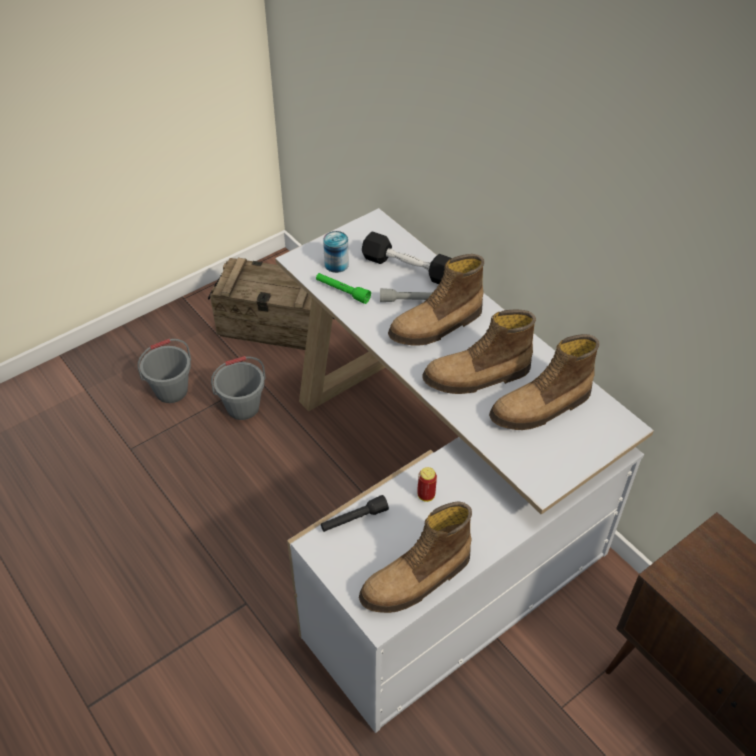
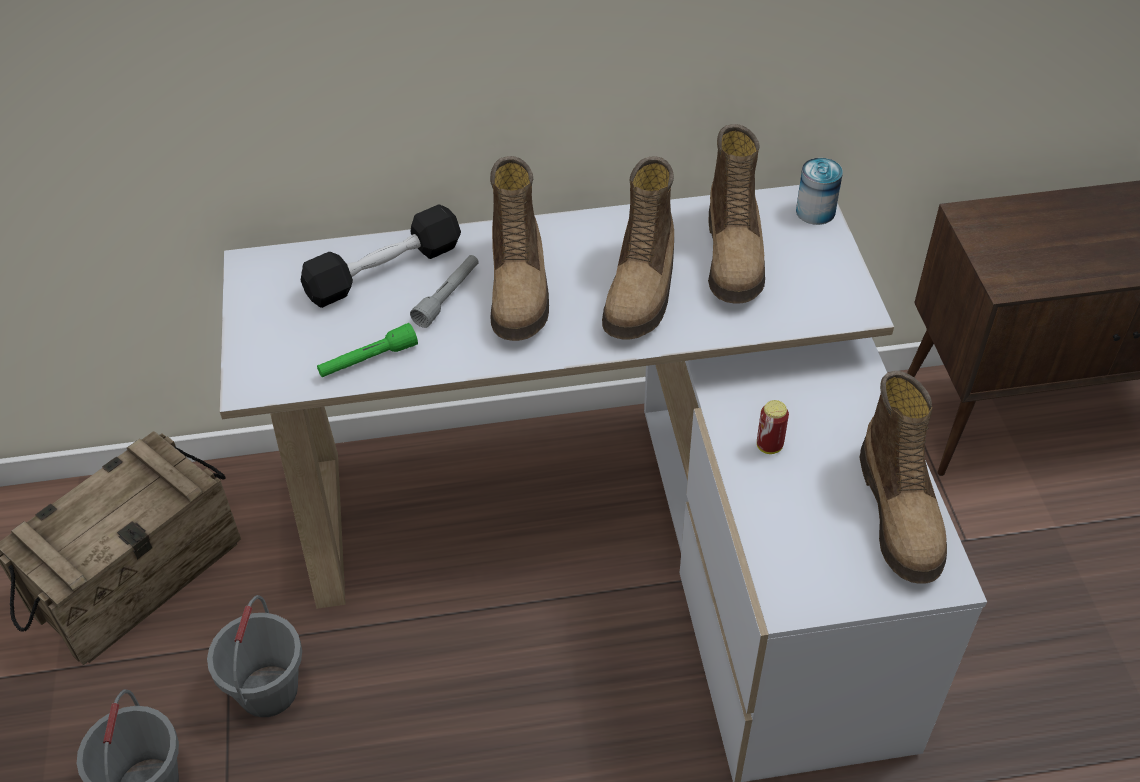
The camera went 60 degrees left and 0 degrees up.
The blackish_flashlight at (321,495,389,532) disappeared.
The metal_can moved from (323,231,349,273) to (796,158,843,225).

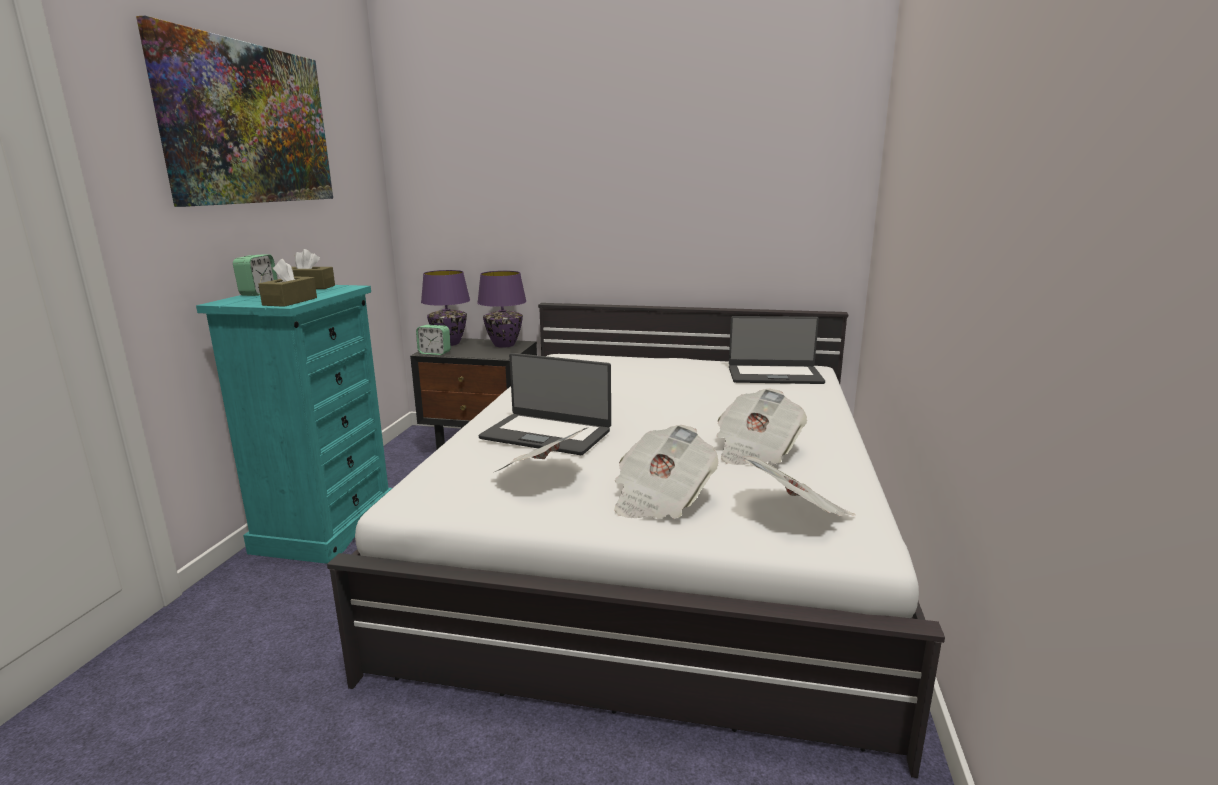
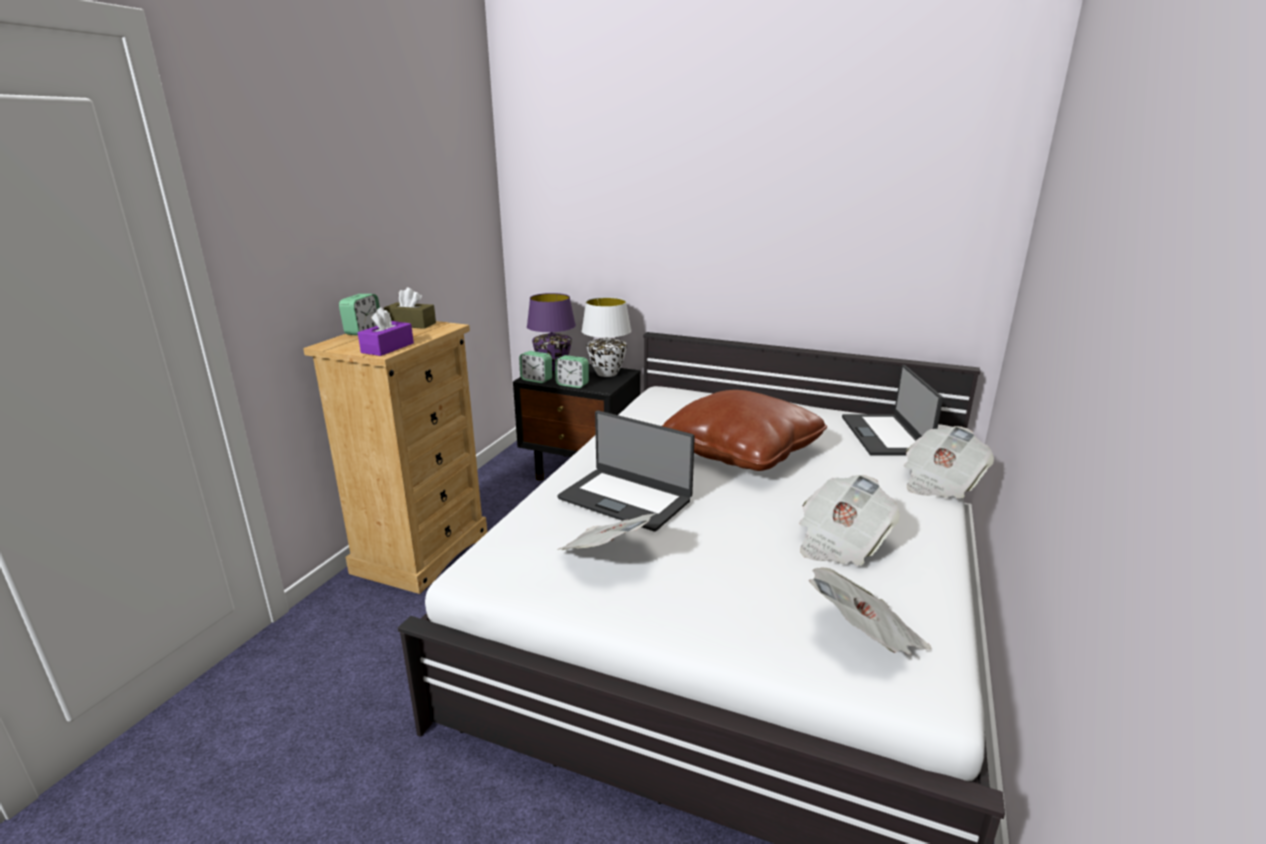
The camera went 10 degrees right and 5 degrees up.
The picture at (136,16,333,207) disappeared.
The bedside_clock at (555,355,589,388) appeared.
The brownish_pillow at (662,390,827,471) appeared.
The newspaper moved from (614,425,719,519) to (904,426,994,499).
The blue-green_drawer_chest at (196,285,392,564) became the beige_drawer_chest at (303,321,487,594).
The brownish_tissue_holder at (258,259,317,307) became the purple_tissue_holder at (358,307,414,356).
The purple_tabletop_lamp at (477,271,527,348) became the white_tabletop_lamp at (581,297,631,377).
The laptop at (729,316,825,384) turned 75 degrees clockwise.

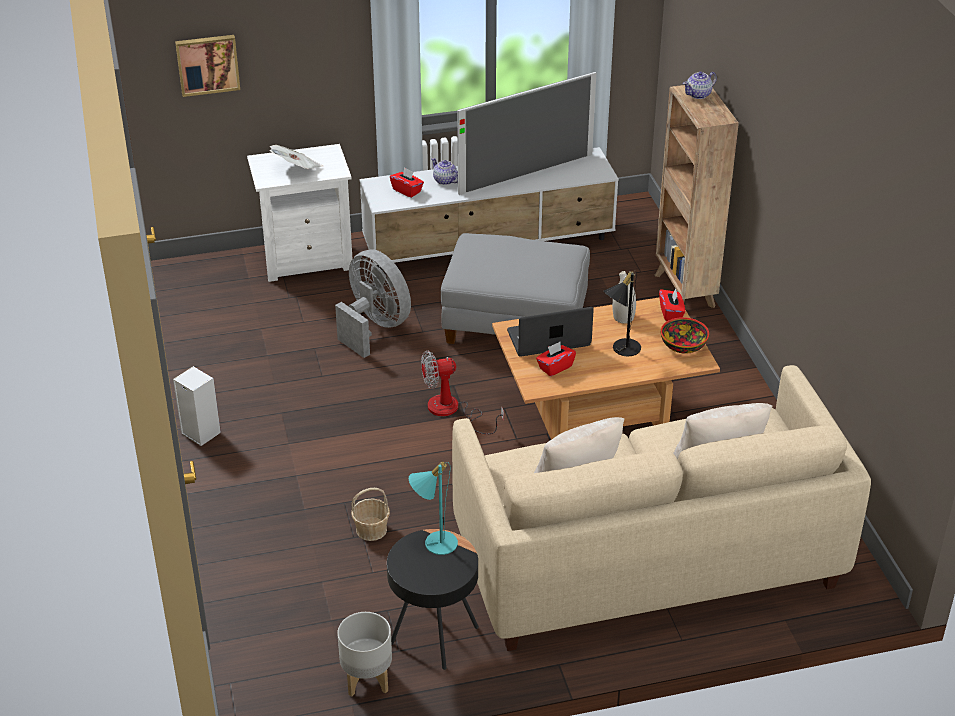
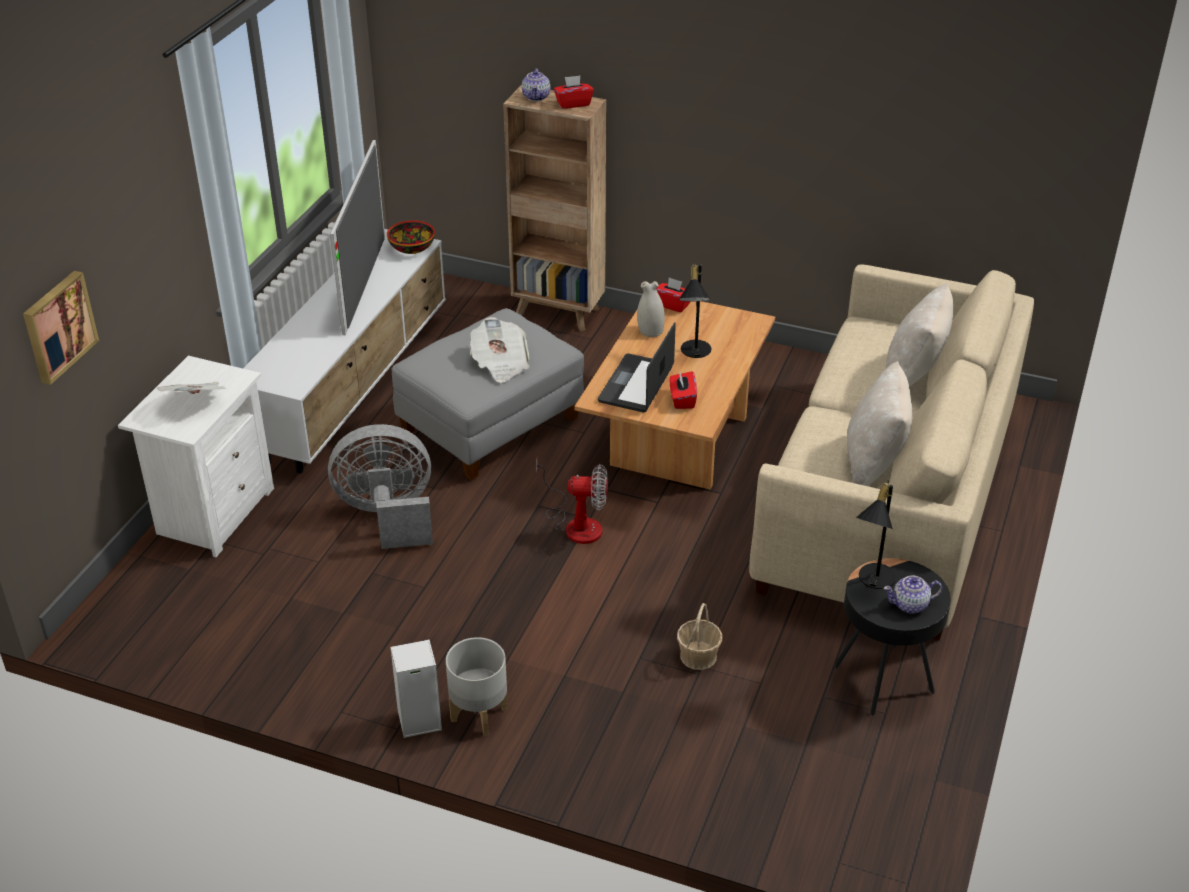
The camera went 55 degrees left and 0 degrees up.
The newspaper at (470,317,530,383) appeared.
The grey_flower_pot moved from (337,612,392,697) to (446,637,508,736).
The red_tissue_holder moved from (390,167,424,198) to (554,75,594,109).
The tea_pot moved from (431,158,458,185) to (884,575,942,614).
The bowl moved from (661,317,709,354) to (387,220,435,254).
The blue-green_tabletop_lamp at (409,461,458,555) became the blackish_tabletop_lamp at (856,480,896,589).
The cooling_fan at (421,350,504,434) turned 105 degrees counterclockwise.

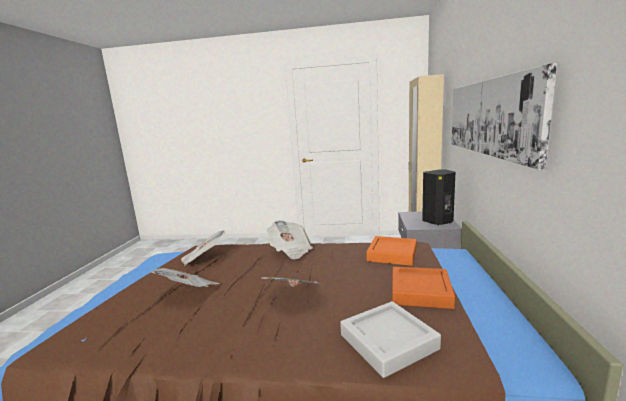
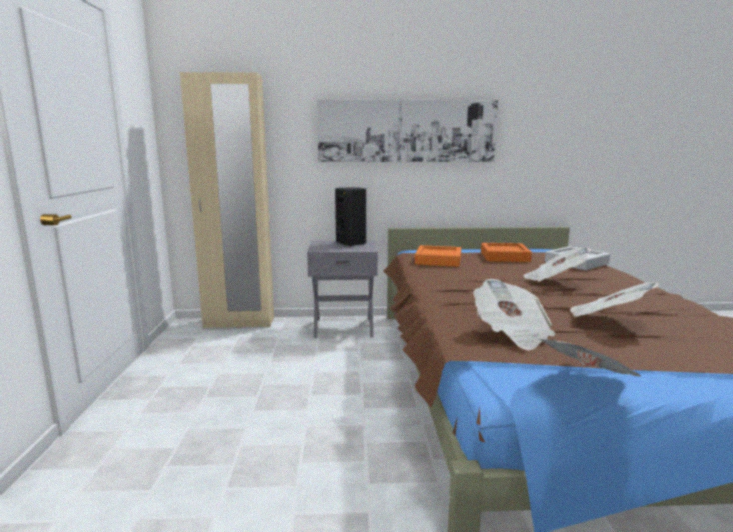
The camera went 100 degrees left and 0 degrees up.
The newspaper moved from (266,220,313,260) to (536,338,641,377).

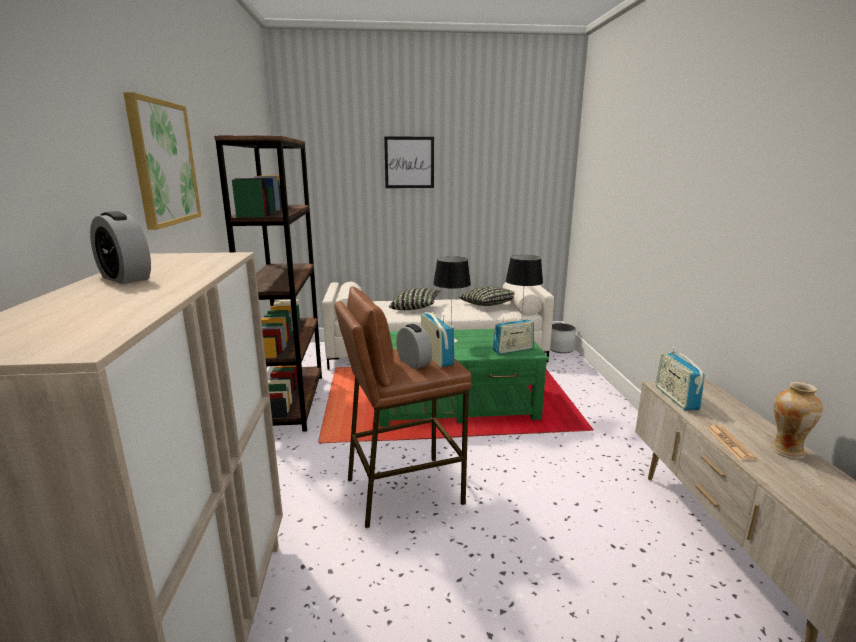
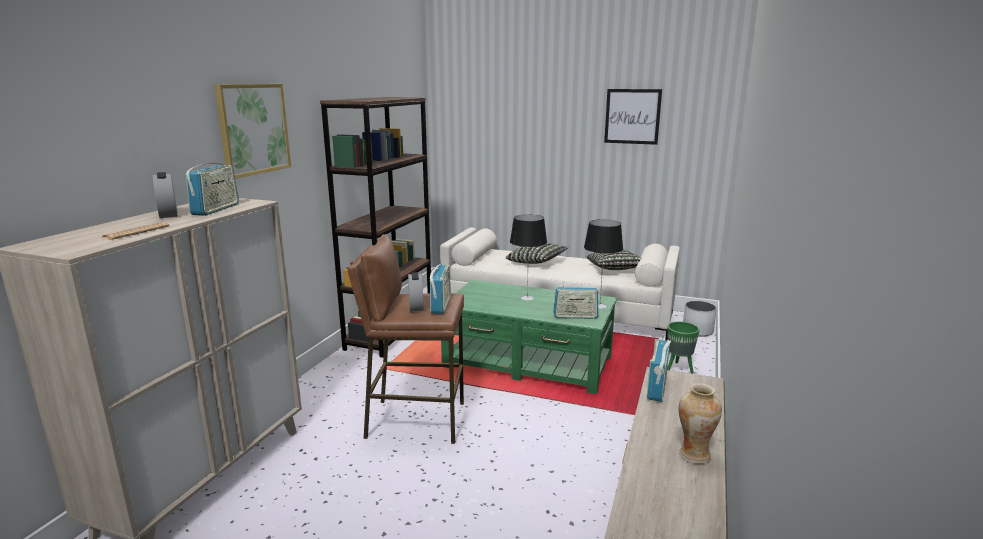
The camera went 25 degrees right and 0 degrees up.
The radio_set at (186,161,239,216) appeared.
The green_flower_pot at (667,322,700,374) appeared.
The picture moved from (384,136,434,188) to (604,89,662,145).
The newspaper moved from (707,425,757,460) to (102,222,170,240).

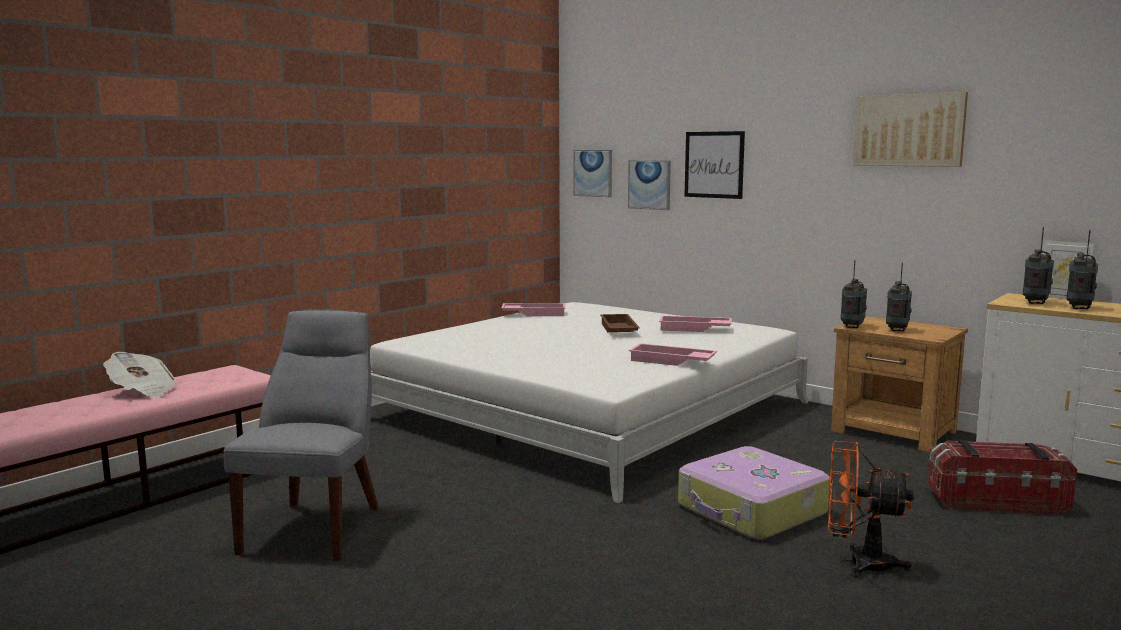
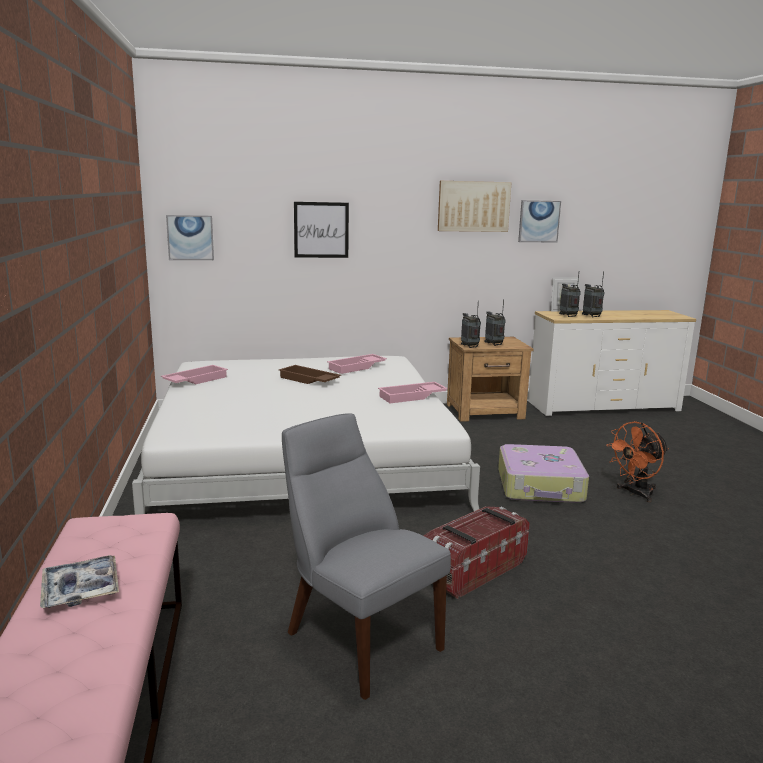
The camera went 50 degrees left and 5 degrees up.
The picture moved from (628,160,671,210) to (518,200,561,243).
The storage_bin moved from (927,440,1077,515) to (423,507,530,599).
The newspaper at (103,352,178,398) was replaced by the tray at (40,555,119,608).

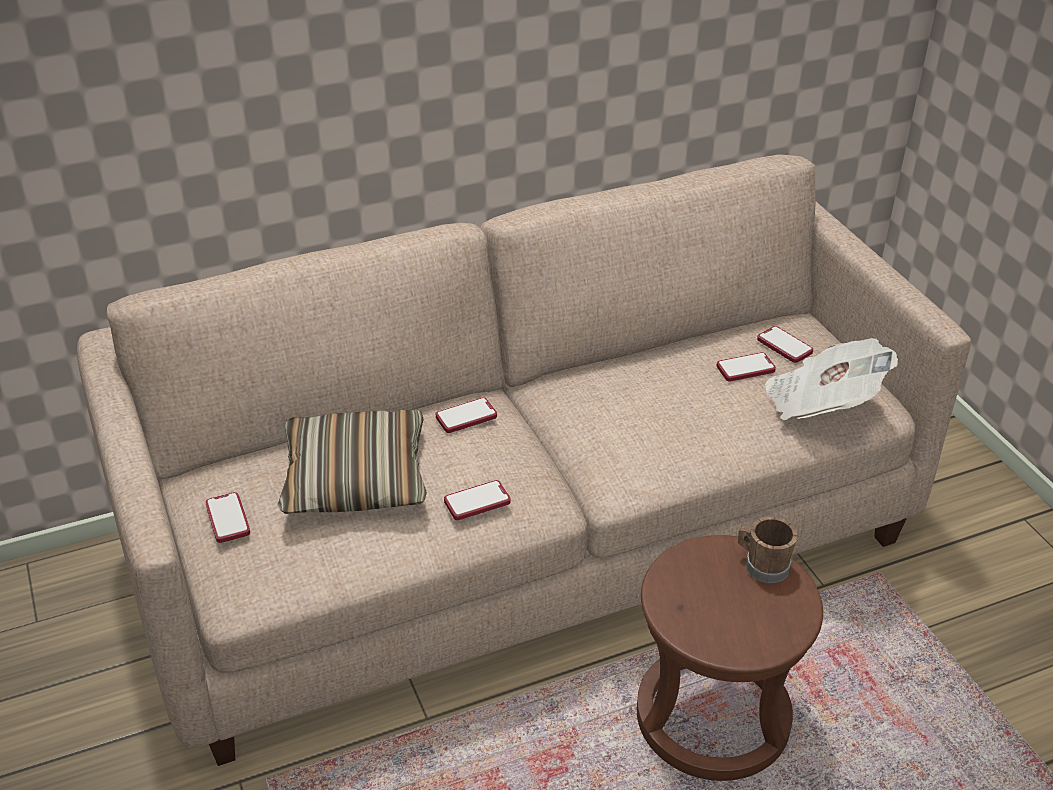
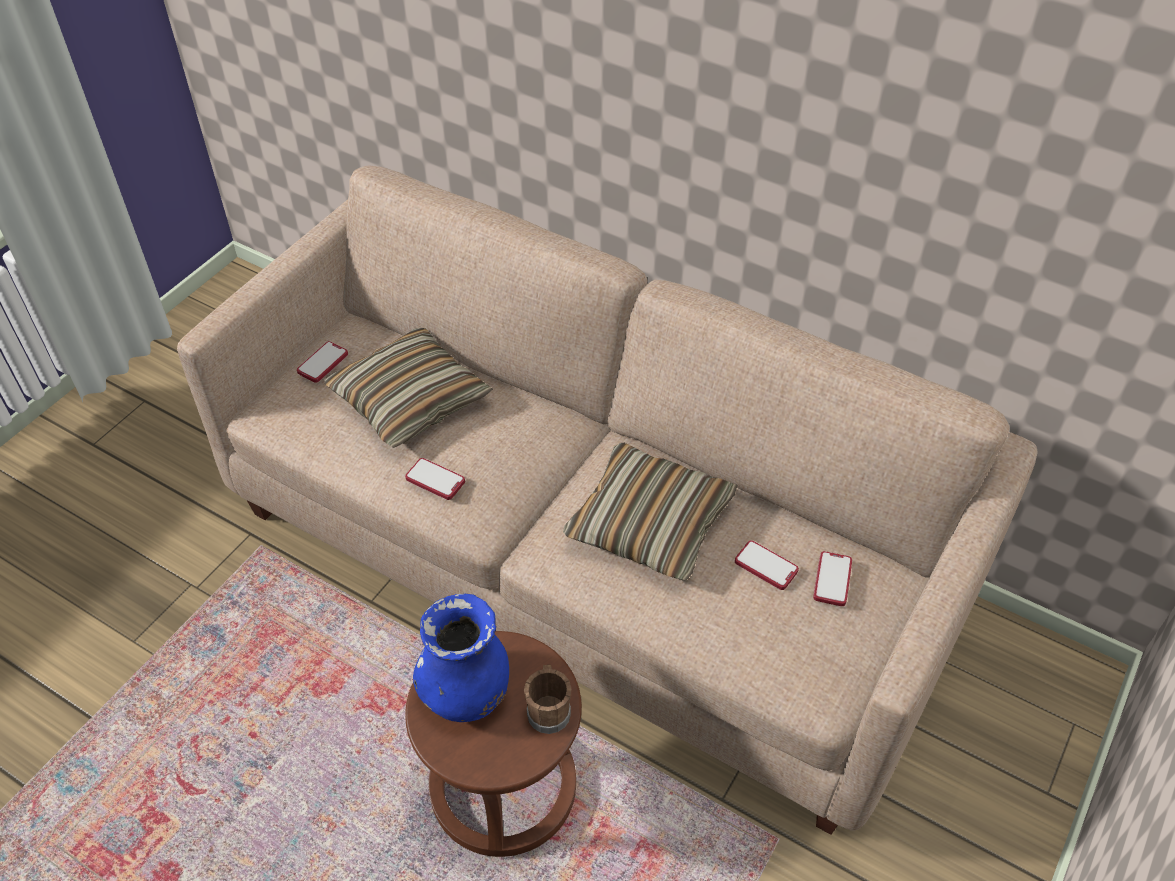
The camera went 55 degrees right and 10 degrees up.
The phone at (436,397,497,433) disappeared.
The newspaper at (765,338,898,420) disappeared.
The blue-coloured_flower_vase at (413,594,509,722) appeared.
The pillow at (563,443,738,580) appeared.

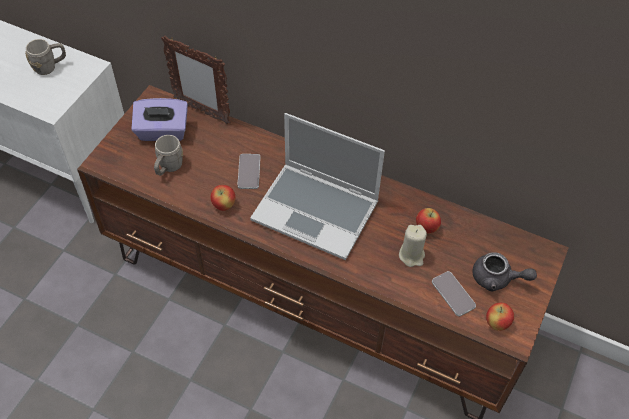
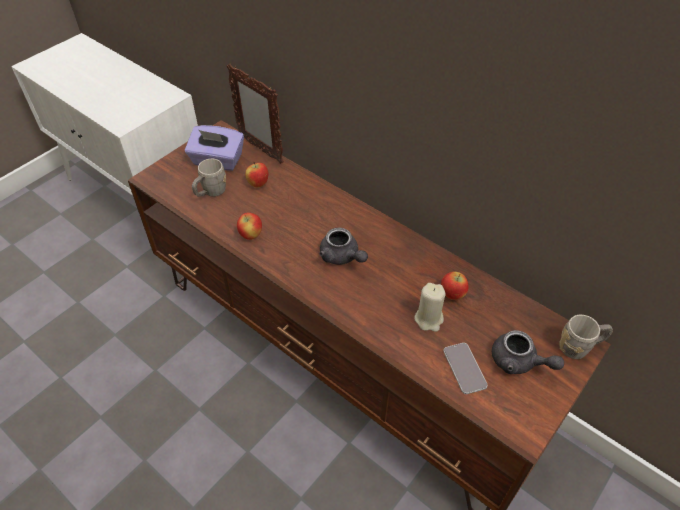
The camera went 15 degrees right and 5 degrees down.
The phone at (238,154,260,189) disappeared.
The grey_tea_mug moved from (25,39,66,75) to (559,315,613,359).
The whole_apple moved from (486,303,514,331) to (245,162,269,188).
The laptop at (250,113,385,260) was replaced by the grey_tea_pot at (319,228,368,265).

